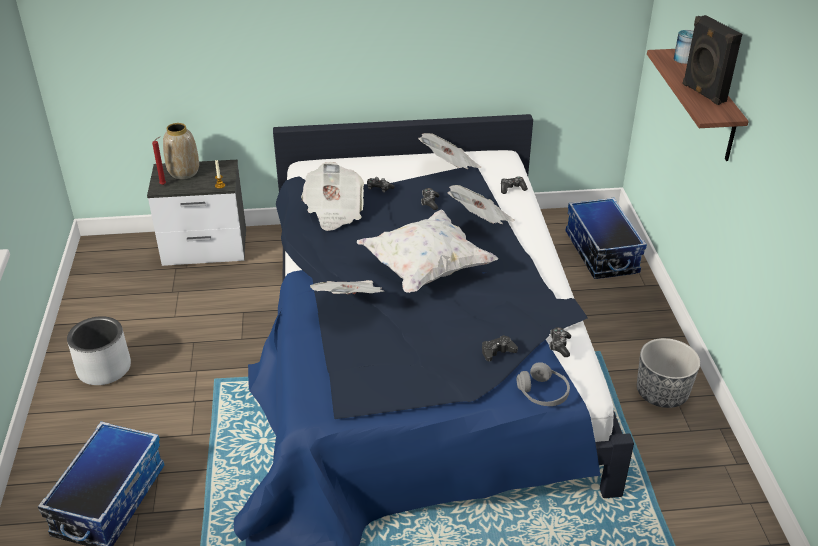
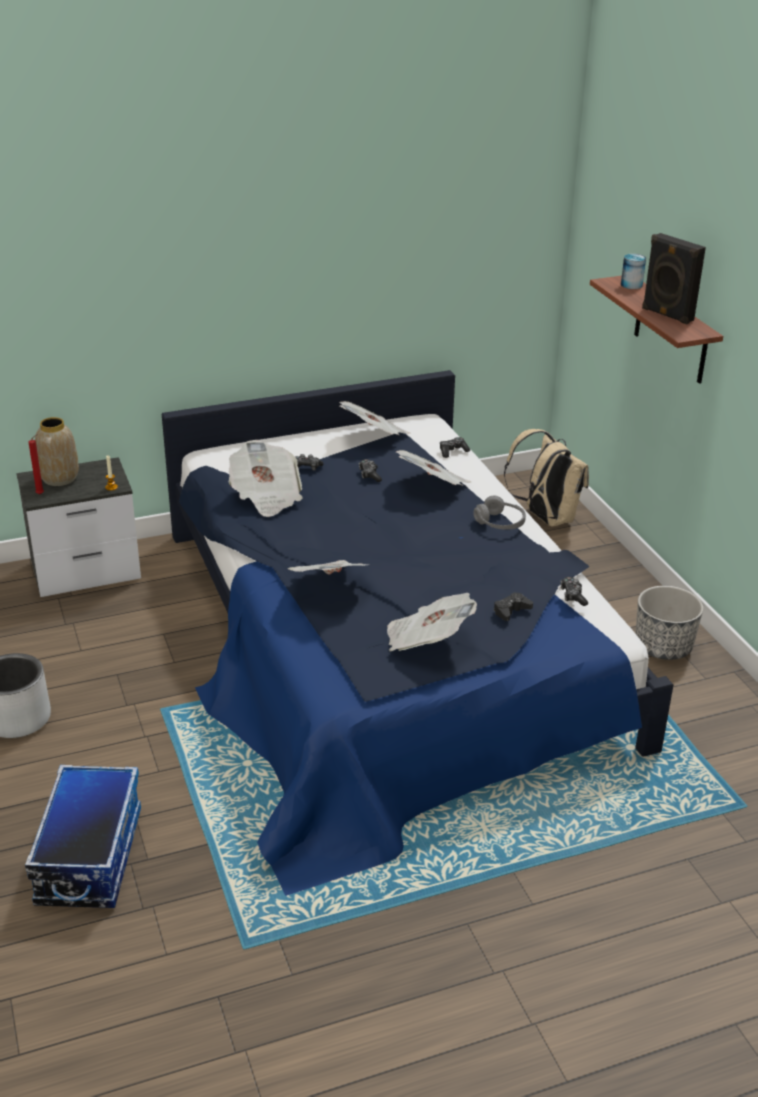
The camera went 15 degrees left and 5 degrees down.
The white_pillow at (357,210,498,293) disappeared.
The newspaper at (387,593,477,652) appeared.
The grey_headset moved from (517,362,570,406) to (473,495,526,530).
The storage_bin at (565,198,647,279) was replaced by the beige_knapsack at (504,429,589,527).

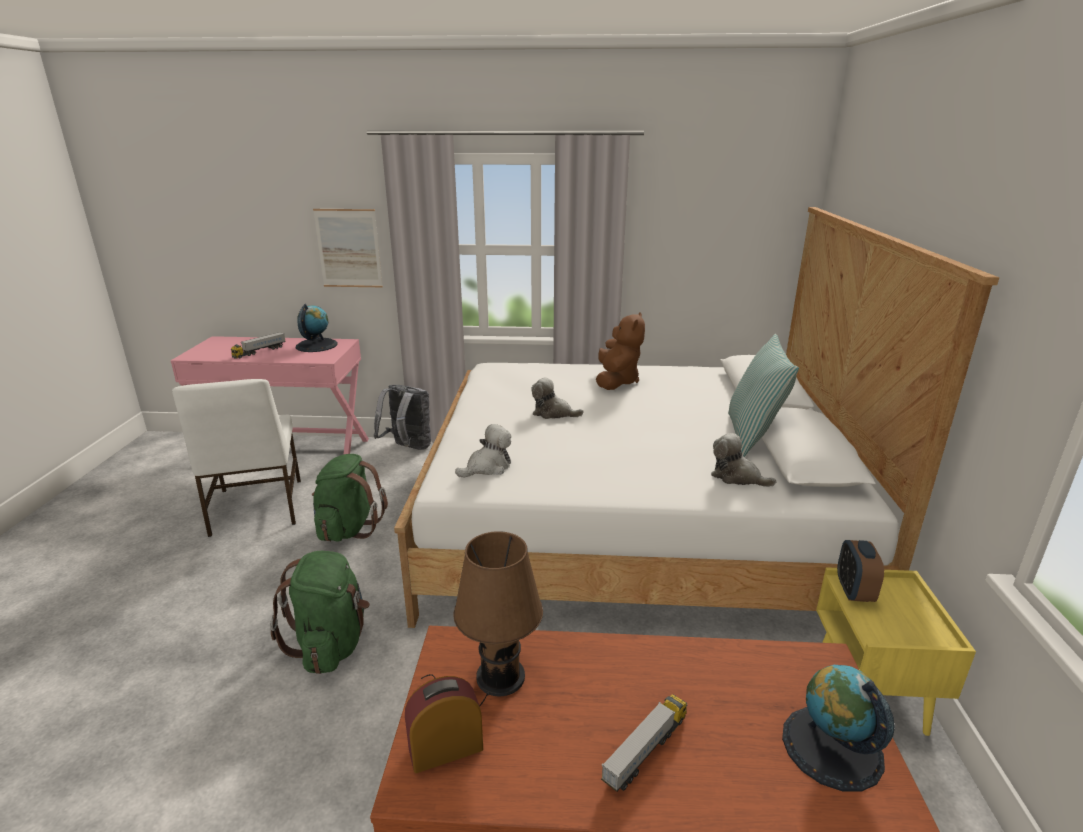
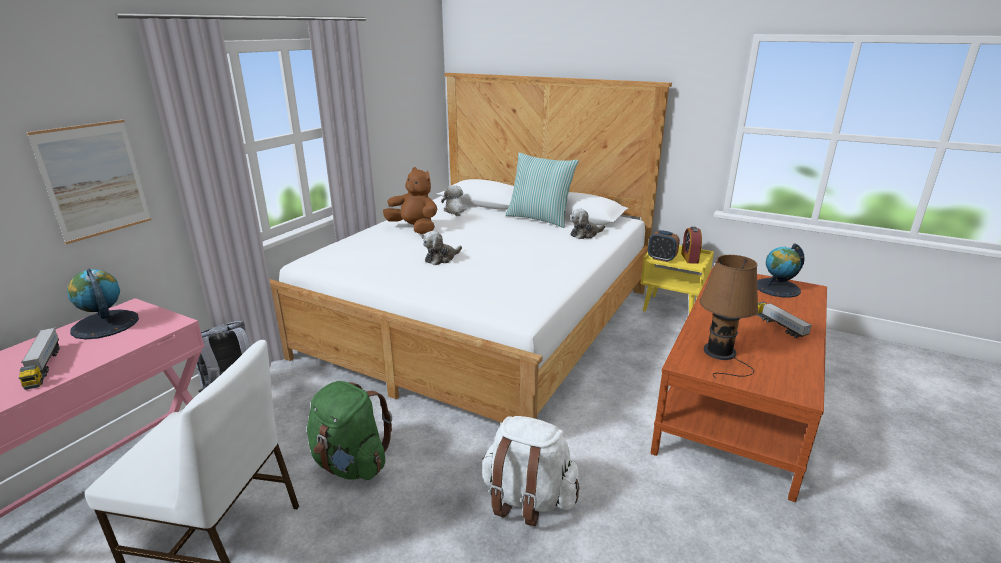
The camera went 65 degrees left and 0 degrees up.
The bedside_clock moved from (405,676,483,773) to (681,227,702,264).
The plush_toy moved from (455,424,511,477) to (441,185,466,217).
The green_knapsack at (270,551,370,674) became the white_knapsack at (481,416,580,526).

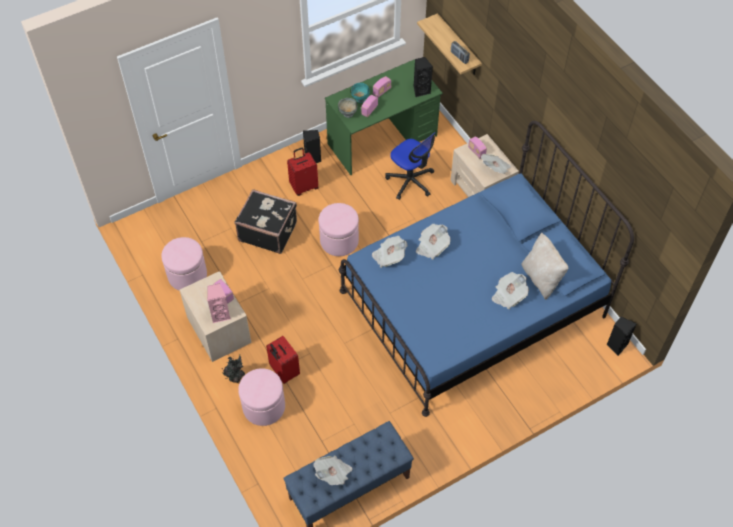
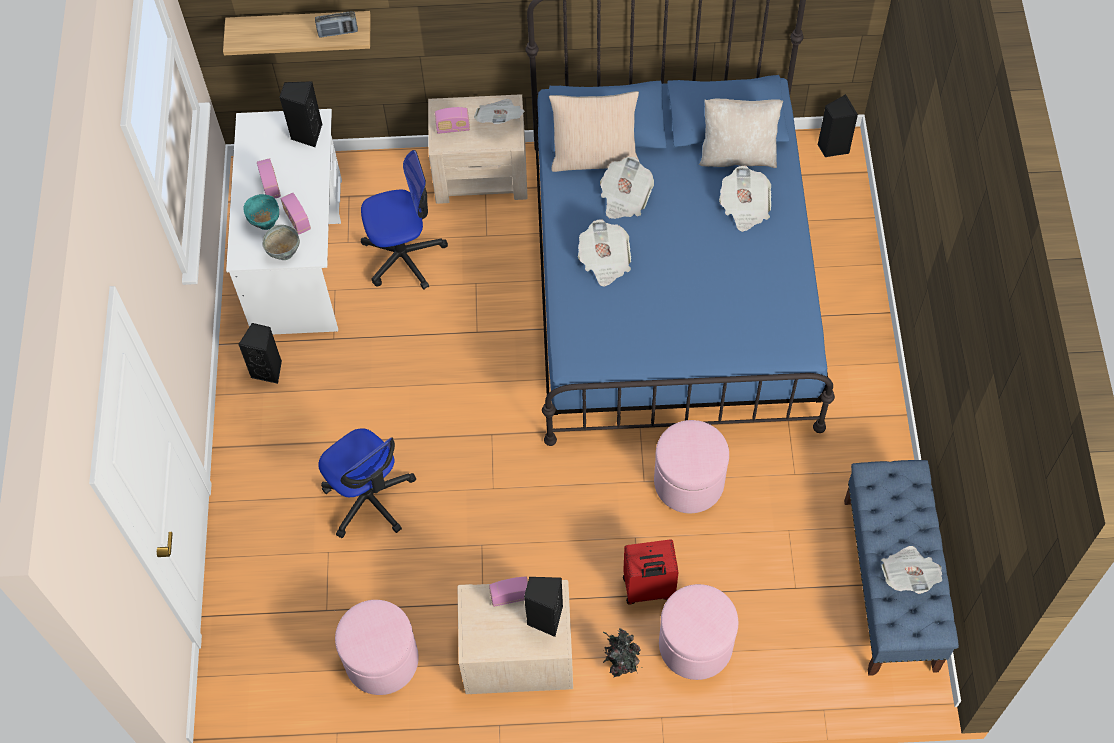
The camera went 60 degrees left and 5 degrees up.
The red_piece_of_luggage at (287,147,318,196) disappeared.
The beige_pillow at (549,91,639,172) appeared.
The pink_ottoman moved from (319,203,359,256) to (654,420,729,513).
The newspaper moved from (372,236,408,268) to (600,157,654,219).
The blackish_piece_of_luggage at (235,189,297,254) was replaced by the desk_chair at (318,428,416,538).
The pink_speaker at (207,283,231,323) became the blackish_speaker at (524,577,563,637).
The green_desk_unit at (325,59,443,175) became the white_desk_unit at (226,109,342,334).

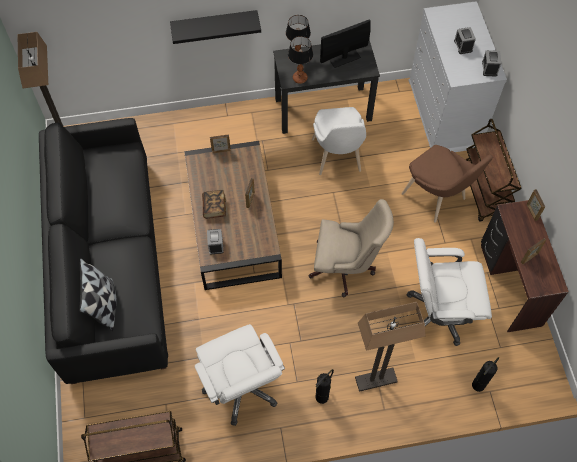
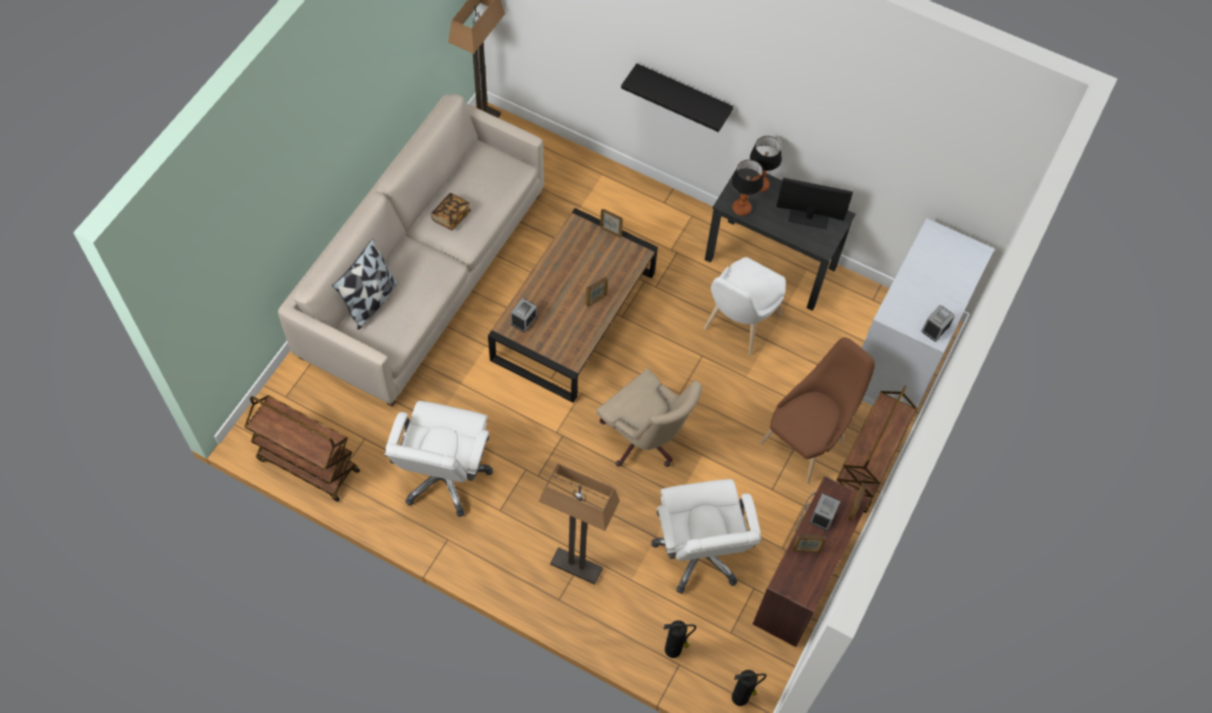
The camera went 35 degrees right and 0 degrees up.
The bound_book moved from (202,190,226,219) to (430,193,471,230).
The fire_extinguisher moved from (315,369,334,404) to (732,670,766,706).
The bedside_clock moved from (454,27,476,54) to (810,494,840,530).
The blackish_settee at (39,118,168,384) became the beige_settee at (278,94,544,407).
The brownish_upright_chair at (401,145,493,223) turned 135 degrees counterclockwise.
The white_desk_chair at (407,238,492,346) turned 135 degrees counterclockwise.

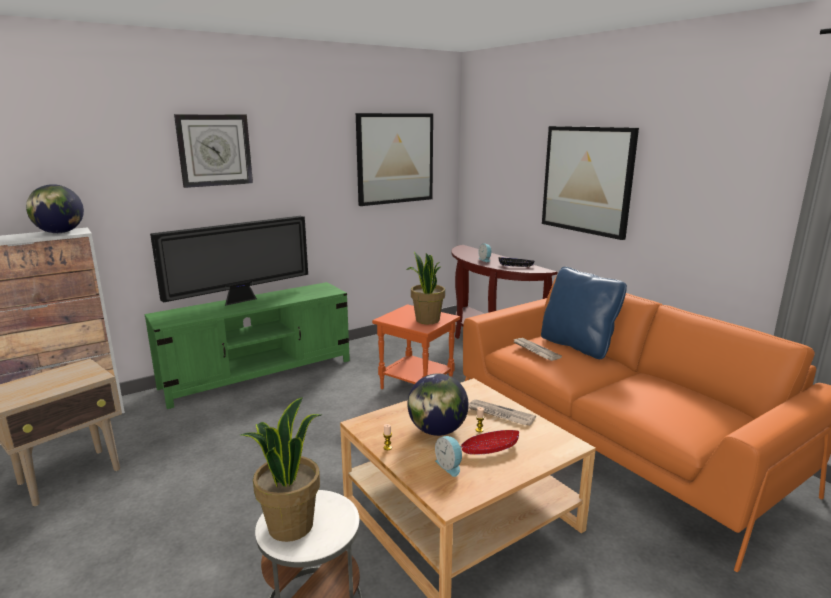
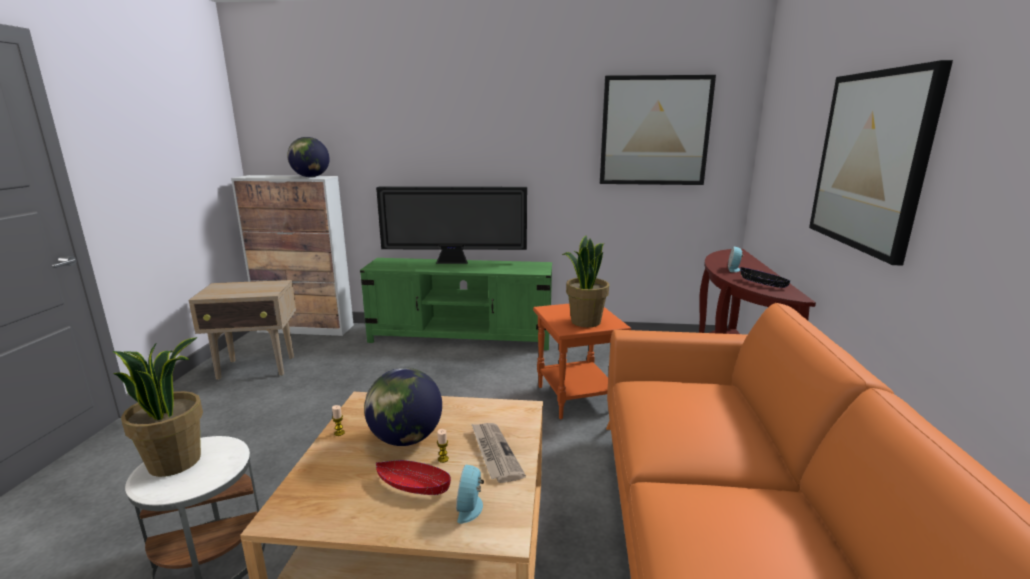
The camera went 40 degrees right and 0 degrees up.
The wall_clock at (174,114,253,188) disappeared.
The newspaper at (513,338,562,361) disappeared.
The blue-coloured_pillow at (541,267,627,359) disappeared.
The bedside_clock moved from (435,436,463,477) to (456,465,484,524).

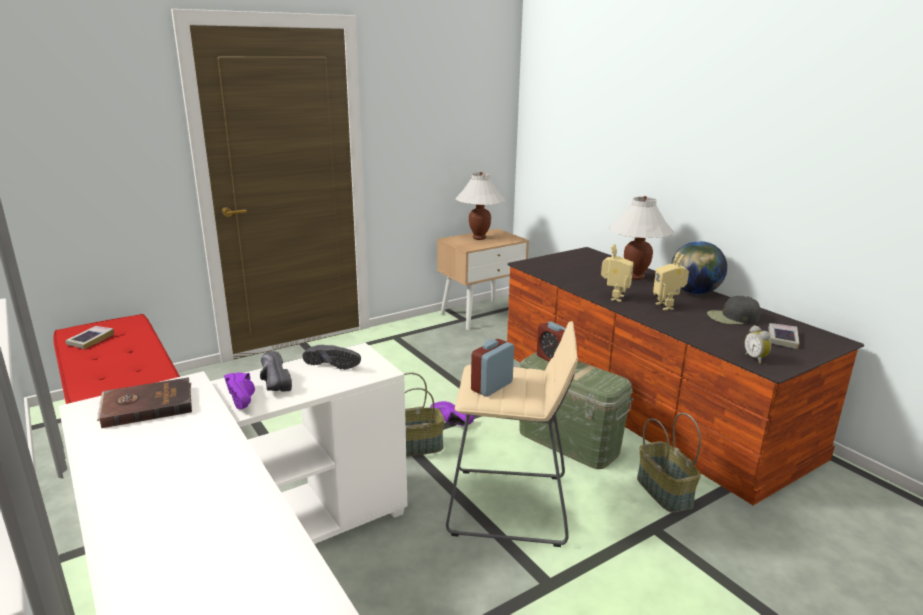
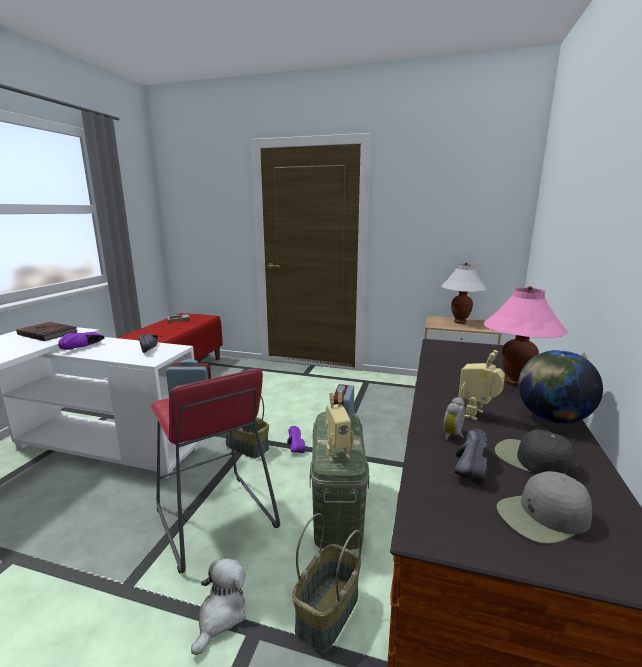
The camera went 50 degrees right and 5 degrees down.
The plush_toy at (191,558,246,655) appeared.
The blackish_item_of_footwear moved from (260,351,292,392) to (454,429,488,486).
The robot_figure moved from (601,244,633,302) to (325,391,354,462).
The bedside_clock moved from (744,325,771,364) to (443,397,465,440).
The bound_book at (768,323,799,349) was replaced by the grey_cap at (496,471,592,544).
The beige_stool at (446,321,578,547) became the red_stool at (151,368,280,573).
The white_tabletop_lamp at (609,196,674,280) became the pink_tabletop_lamp at (484,286,567,386).

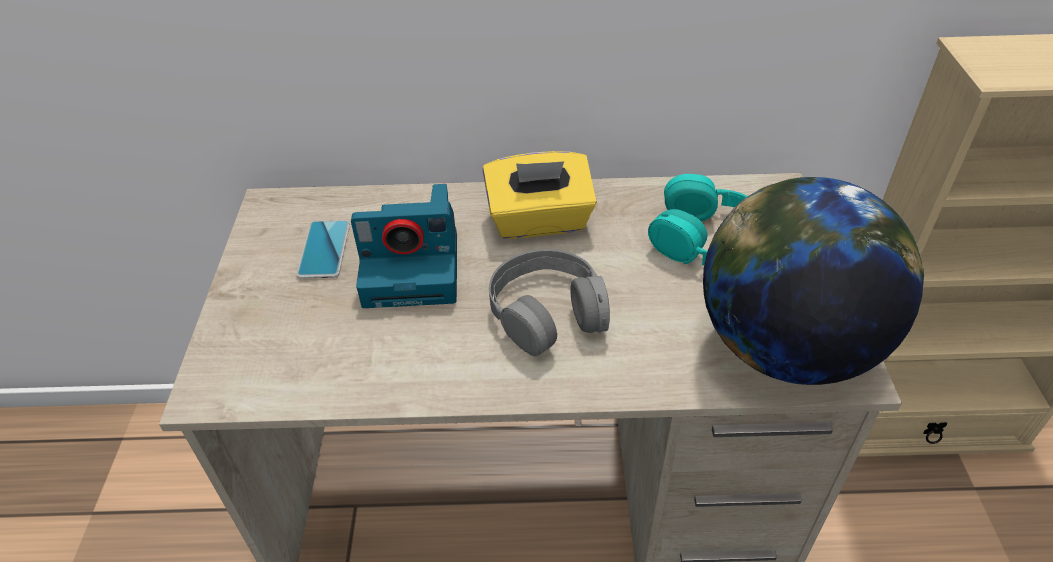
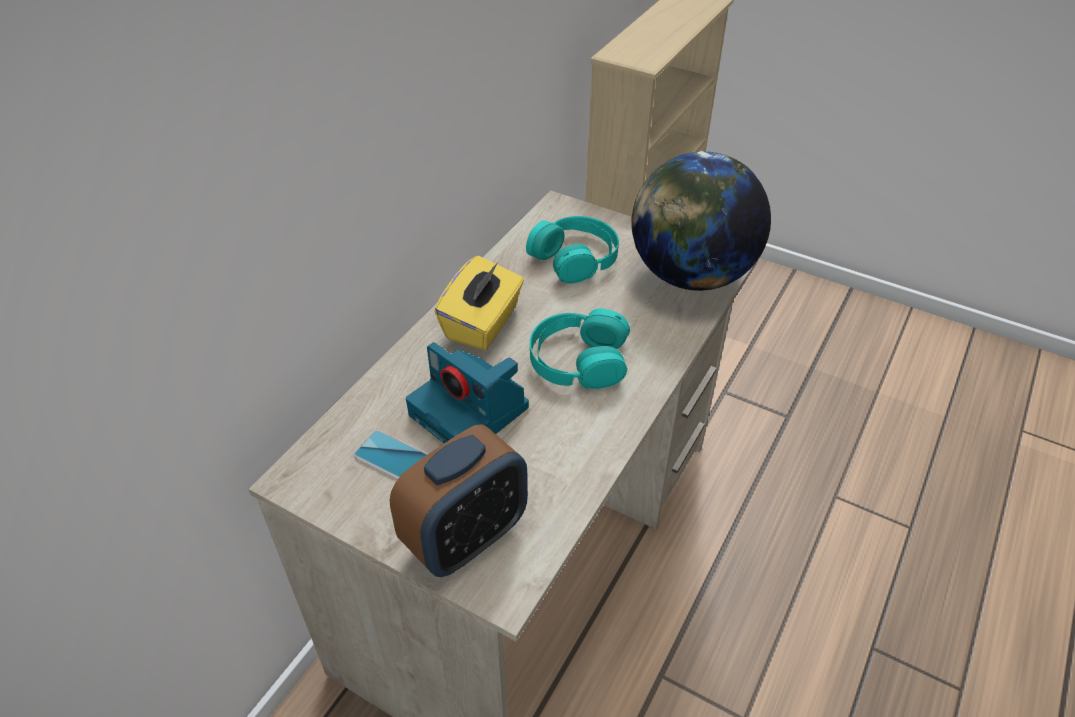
The camera went 60 degrees left and 0 degrees up.
The bedside_clock at (390,424,528,577) appeared.
The grey_headset at (489,249,610,356) became the blue-green_headset at (530,308,630,389).
The still_camera at (351,184,457,308) turned 105 degrees clockwise.

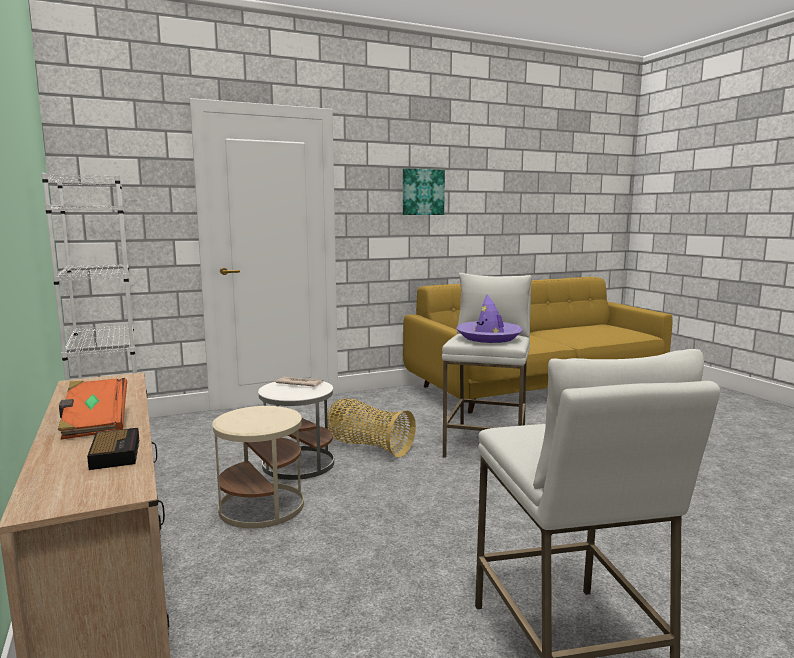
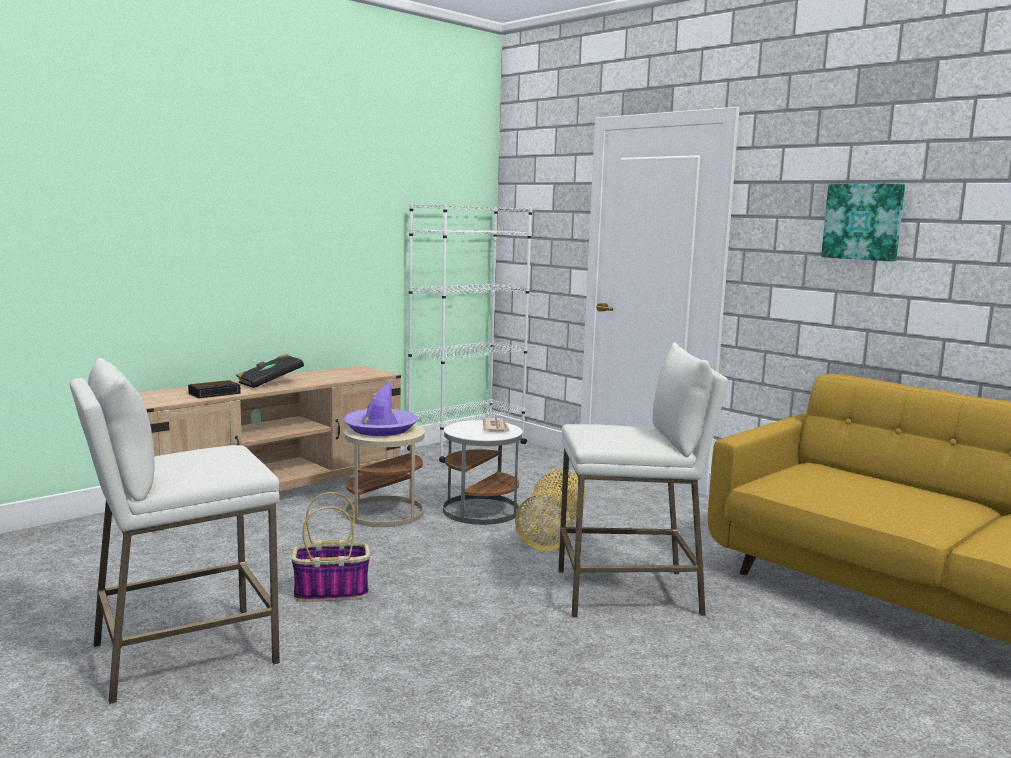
The camera went 70 degrees right and 0 degrees up.
The household_basket at (291,492,370,602) appeared.
The purple_hat moved from (456,294,523,343) to (343,381,418,436).
The orangey_bound_book at (58,378,127,440) became the blackish_bound_book at (236,354,304,388).

